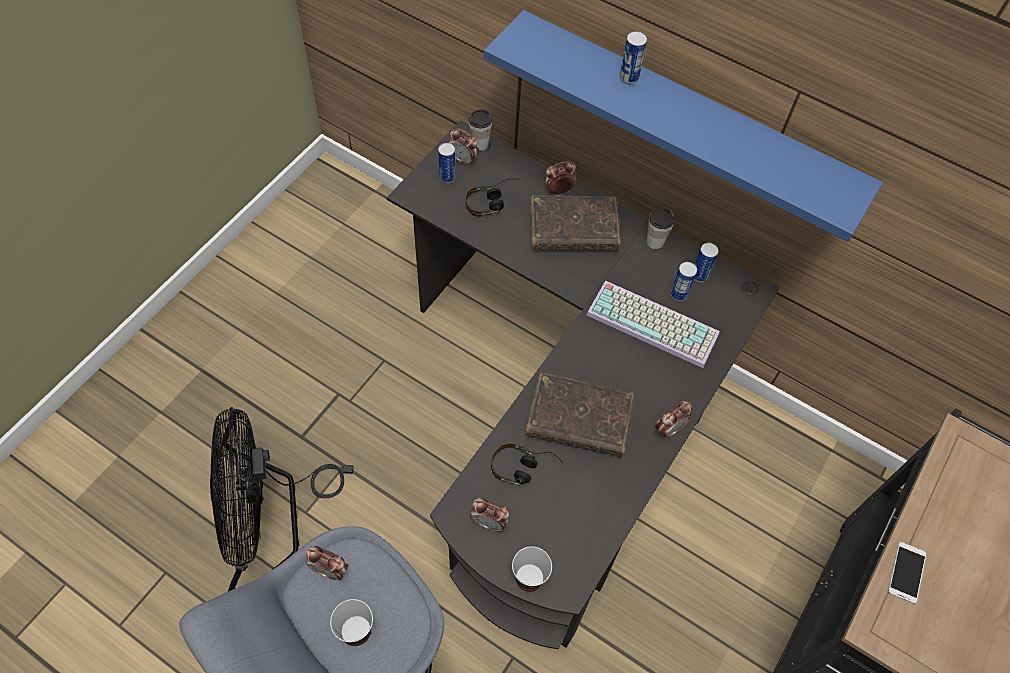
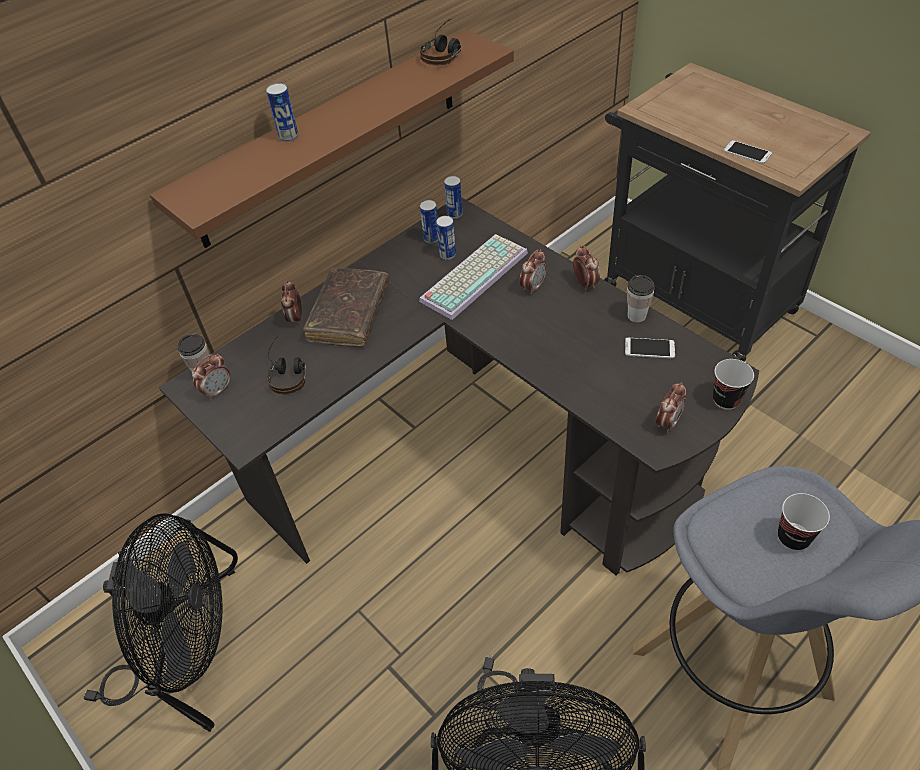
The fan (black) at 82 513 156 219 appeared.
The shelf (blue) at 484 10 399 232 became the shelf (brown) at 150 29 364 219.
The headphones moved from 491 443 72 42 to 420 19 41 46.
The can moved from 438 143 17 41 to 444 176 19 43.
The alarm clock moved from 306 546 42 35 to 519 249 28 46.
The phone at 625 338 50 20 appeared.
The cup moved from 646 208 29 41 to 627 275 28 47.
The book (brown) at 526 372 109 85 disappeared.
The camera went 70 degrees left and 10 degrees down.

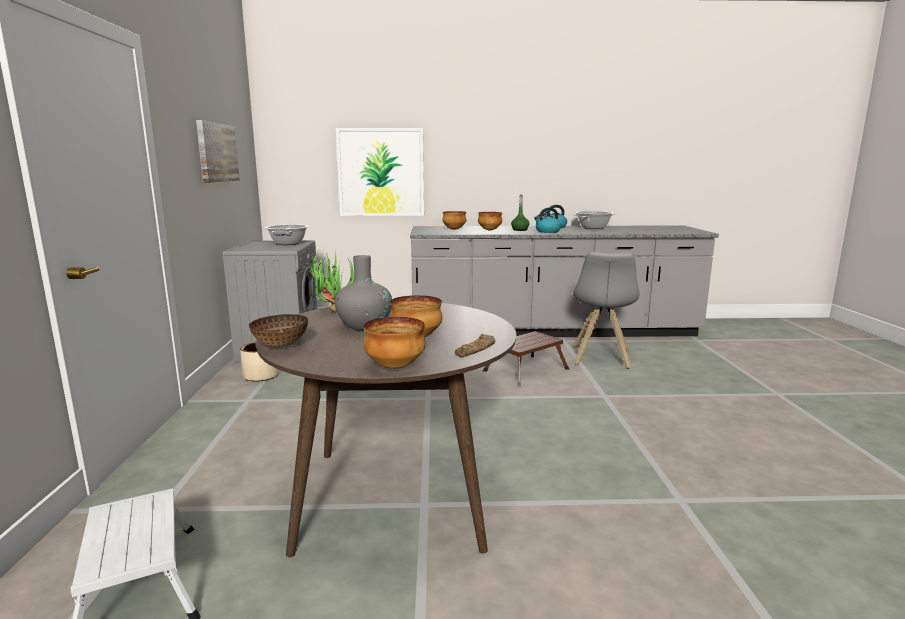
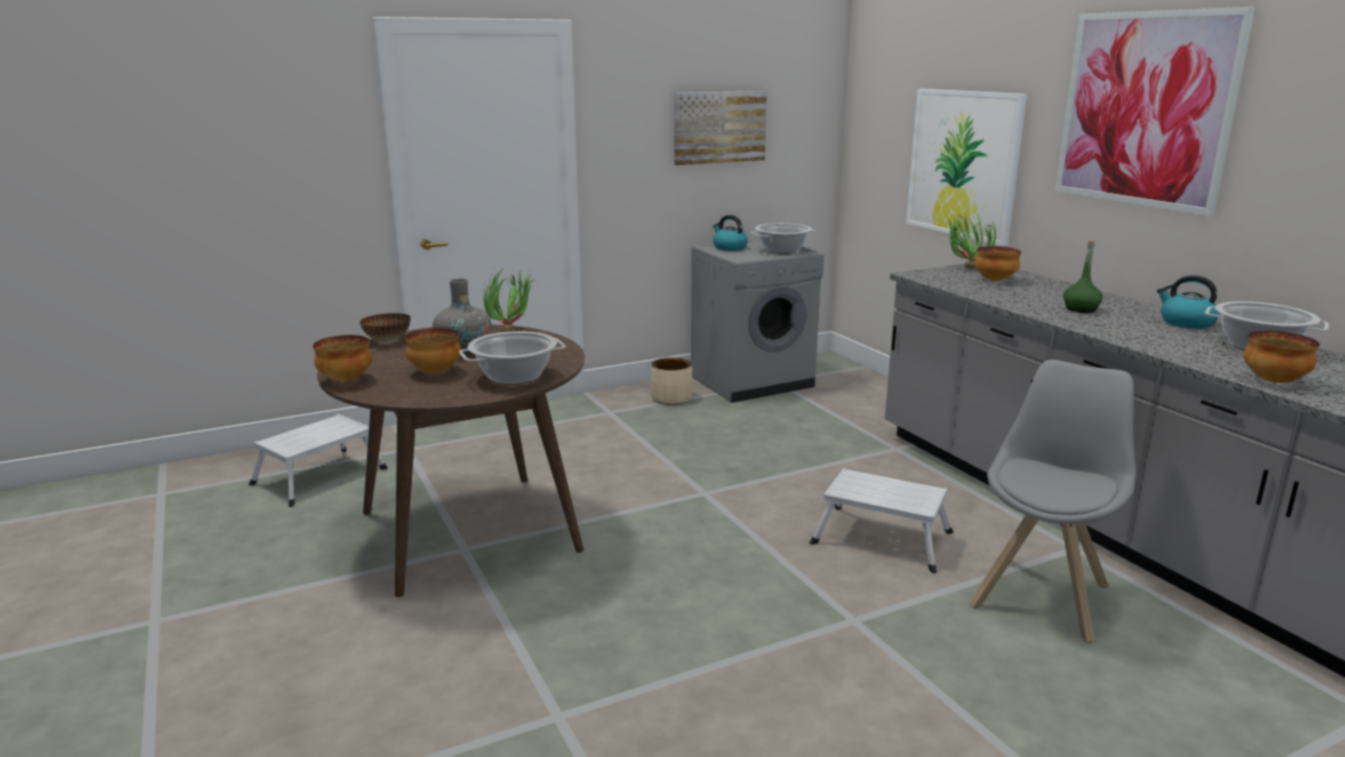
The cooking pot at 459 331 107 54 appeared.
The kettle moved from 534 207 27 26 to 713 215 35 36.
The step ladder (brown) at 483 331 87 56 became the step ladder (white) at 809 468 145 105.
The potted plant at 948 213 48 56 appeared.
The chair (grey) at 573 252 67 116 turned 135 degrees clockwise.
The picture at 1055 7 200 209 appeared.
The bowl moved from 478 212 24 18 to 1243 331 77 52.
The bread at 455 334 40 23 disappeared.
The camera went 65 degrees right and 5 degrees up.

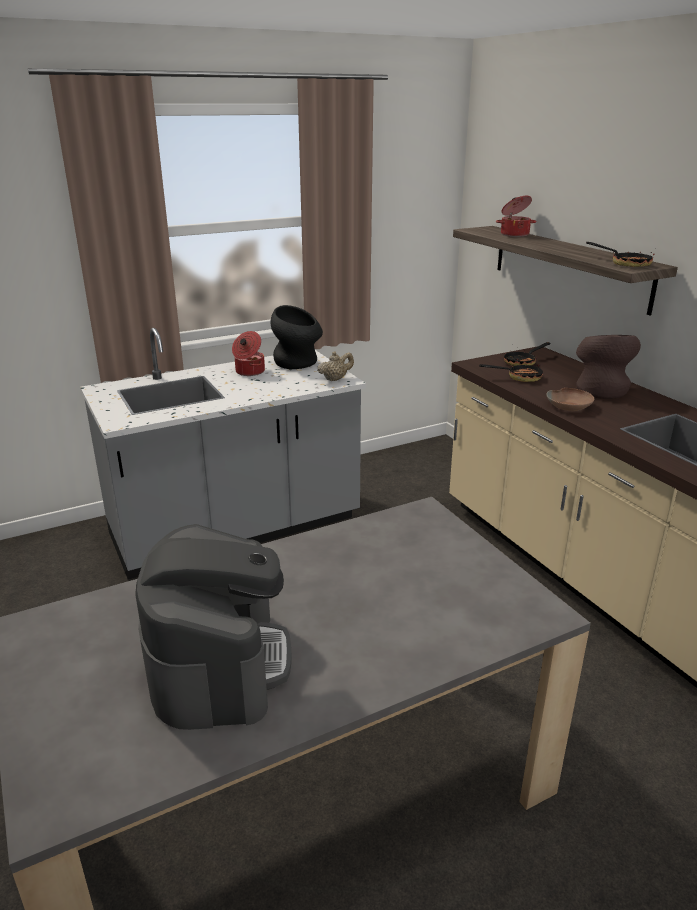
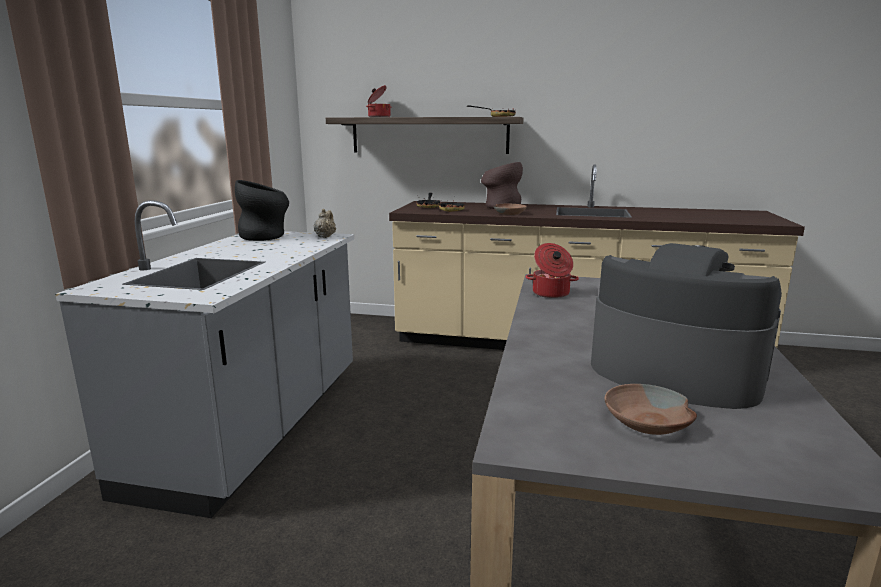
The cooking pot moved from 232 331 33 45 to 525 243 54 55.
The bowl (brown) at 605 384 92 51 appeared.
The camera went 50 degrees left and 10 degrees down.

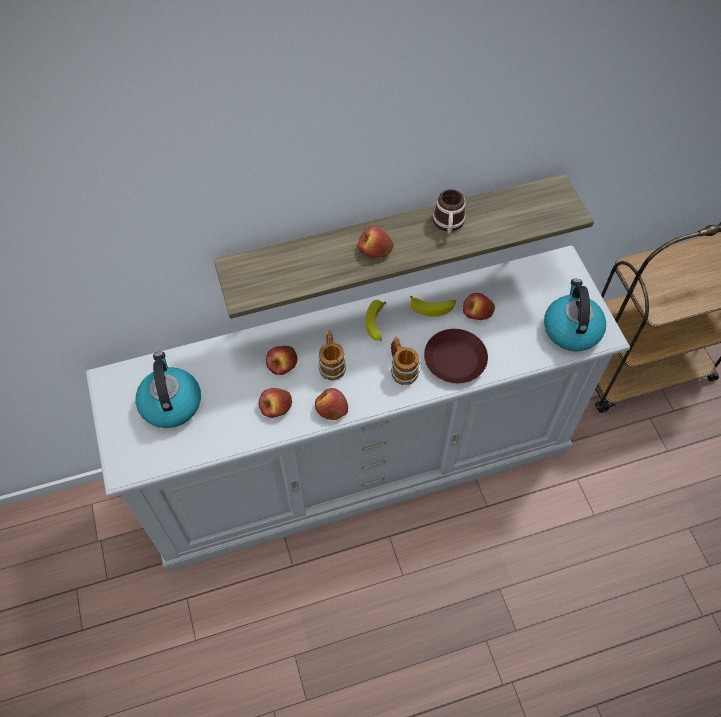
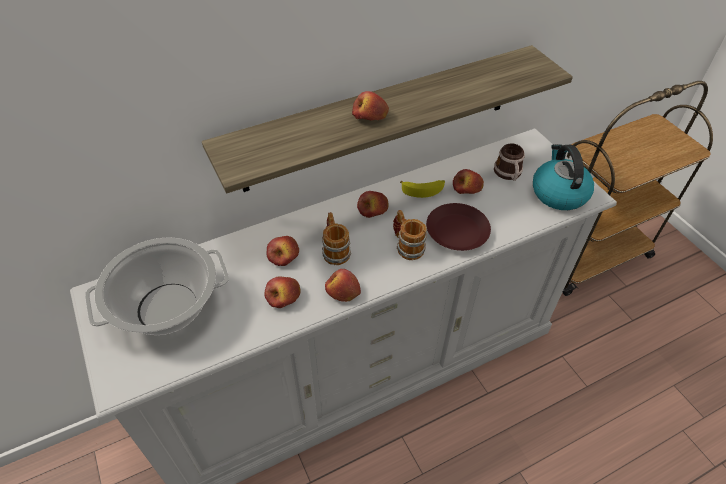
The kettle at 136 352 65 76 was replaced by the cooking pot at 85 237 144 98.
The banana at 366 300 20 41 was replaced by the apple at 357 191 32 27.
The mug moved from 433 189 33 45 to 494 144 31 37.
The camera went 10 degrees left and 10 degrees down.

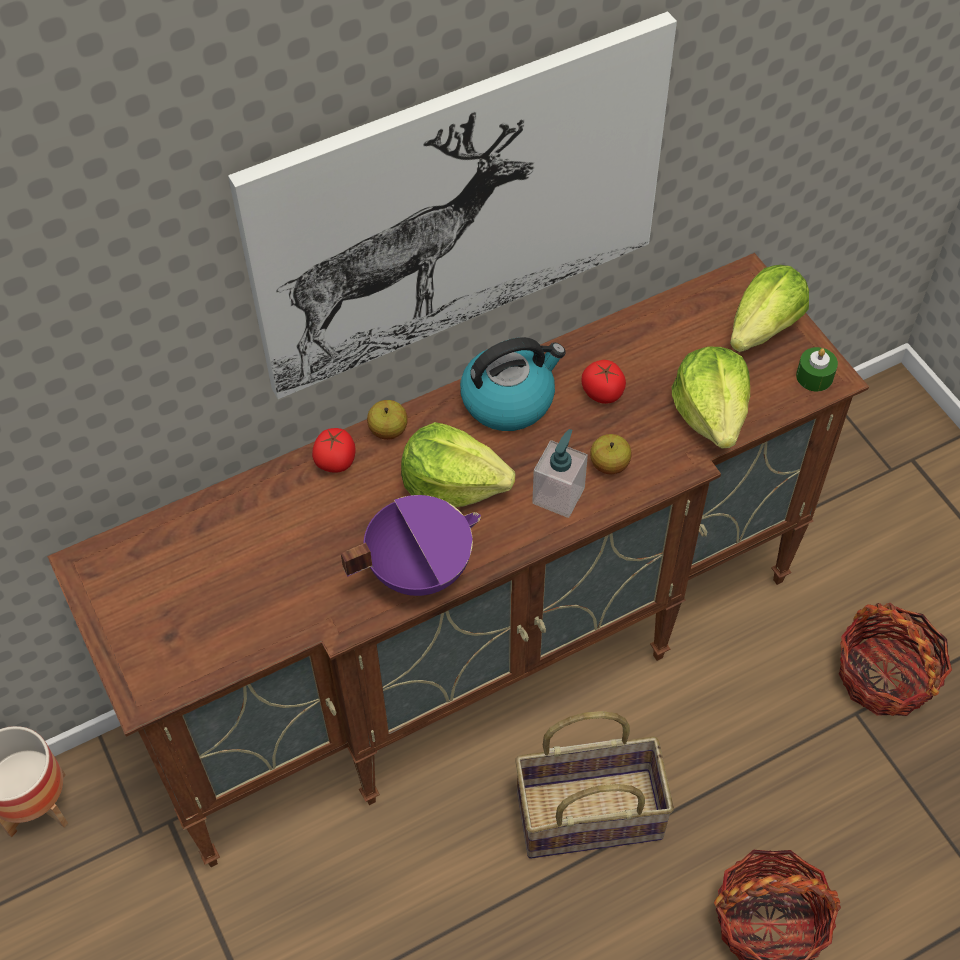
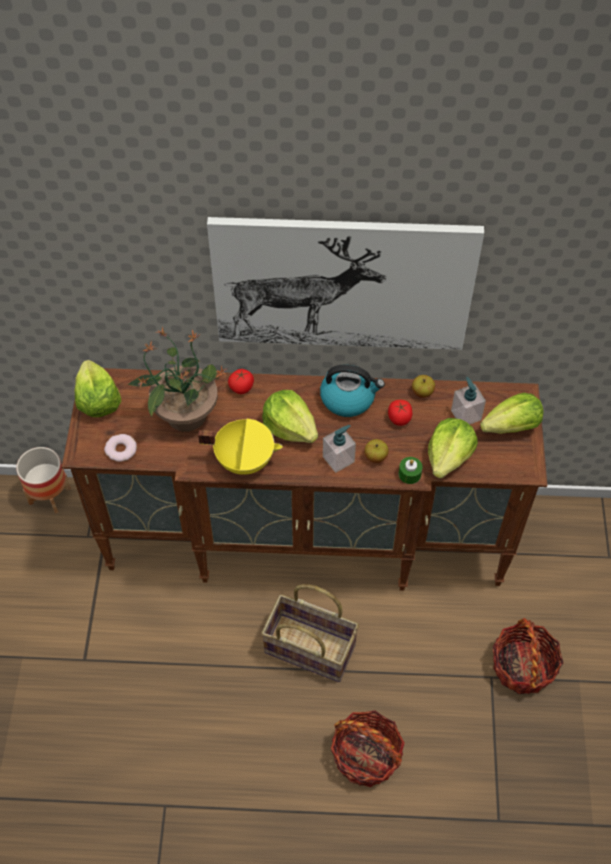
The lettuce at 75 360 46 57 appeared.
The donut at 104 434 33 28 appeared.
The potted plant at 128 327 100 105 appeared.
The cooking pot (purple) at 341 495 140 101 became the cooking pot (yellow) at 198 419 85 56.
The candle (green) moved from 796 347 42 44 to 399 457 24 27.
The apple moved from 367 400 41 40 to 412 375 23 23.
The soap dispenser at 451 377 35 47 appeared.
The camera went 30 degrees right and 0 degrees up.

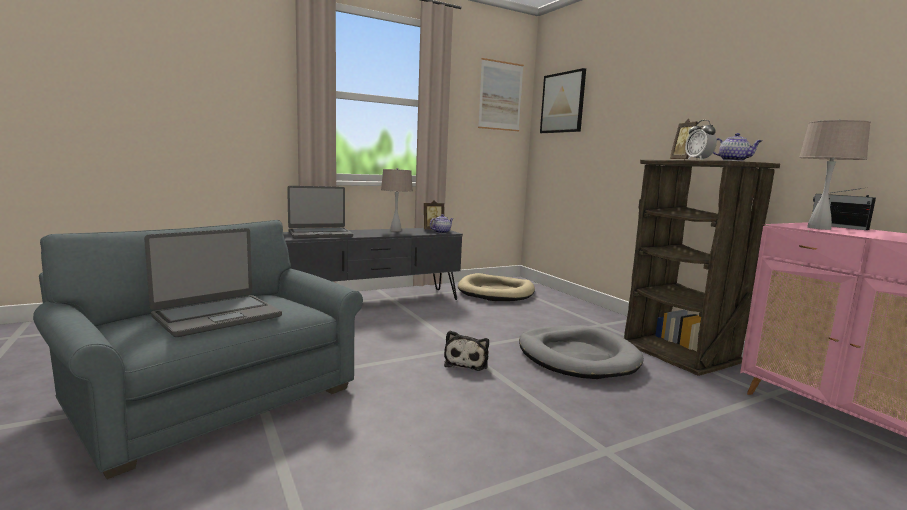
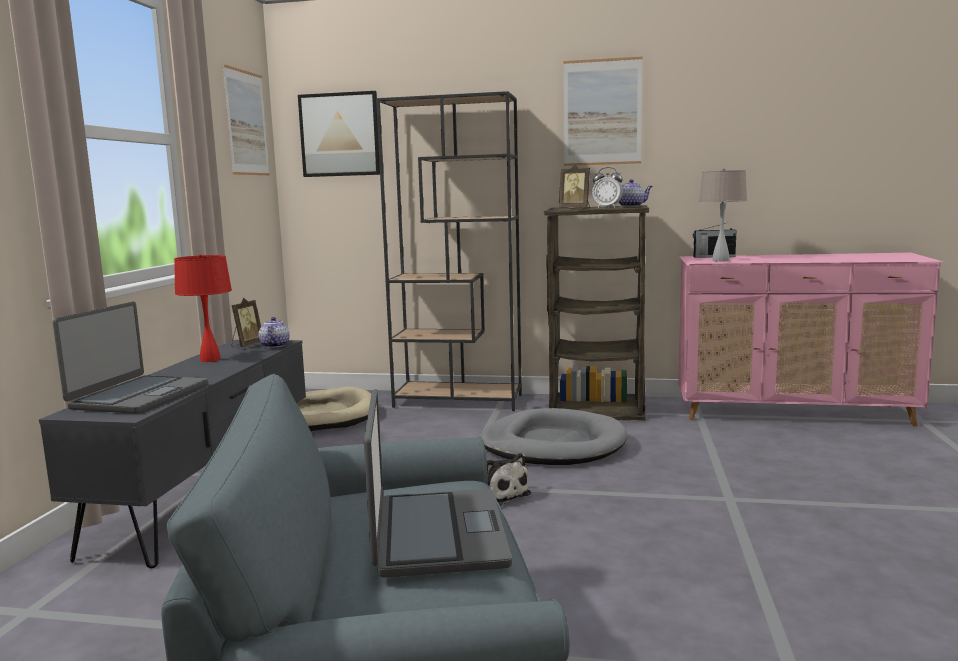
The table lamp (beige) at 381 168 32 64 became the table lamp (red) at 174 254 58 108.
The bookcase at 376 91 146 320 appeared.
The picture at 563 57 80 109 appeared.
The camera went 50 degrees left and 0 degrees up.

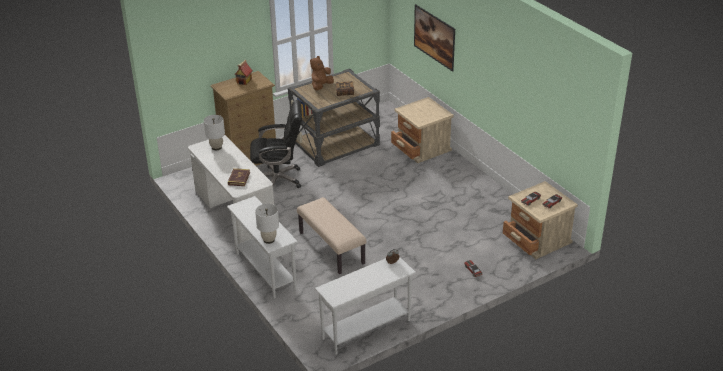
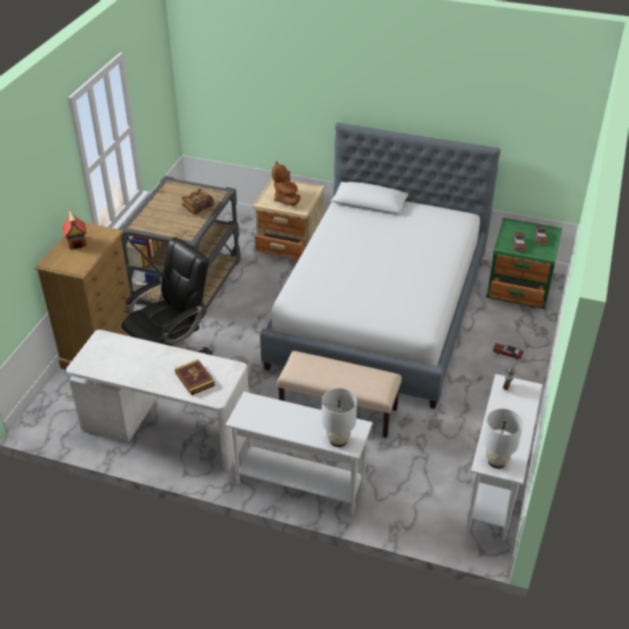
The bed at 260 122 240 287 appeared.
The plush toy (brown) moved from 310 56 24 34 to 272 162 28 44.
The table lamp (white) moved from 204 115 21 35 to 483 409 40 60.
The nightstand (beige) at 503 181 75 78 became the nightstand (green) at 486 218 76 91.
The picture at 414 4 41 68 disappeared.
The camera went 40 degrees left and 5 degrees up.

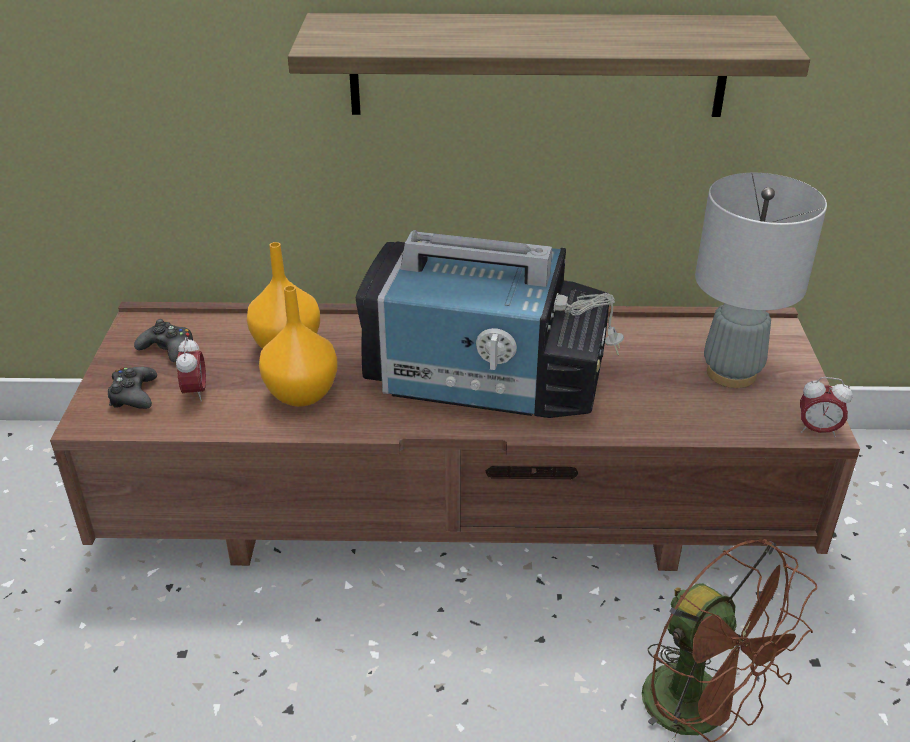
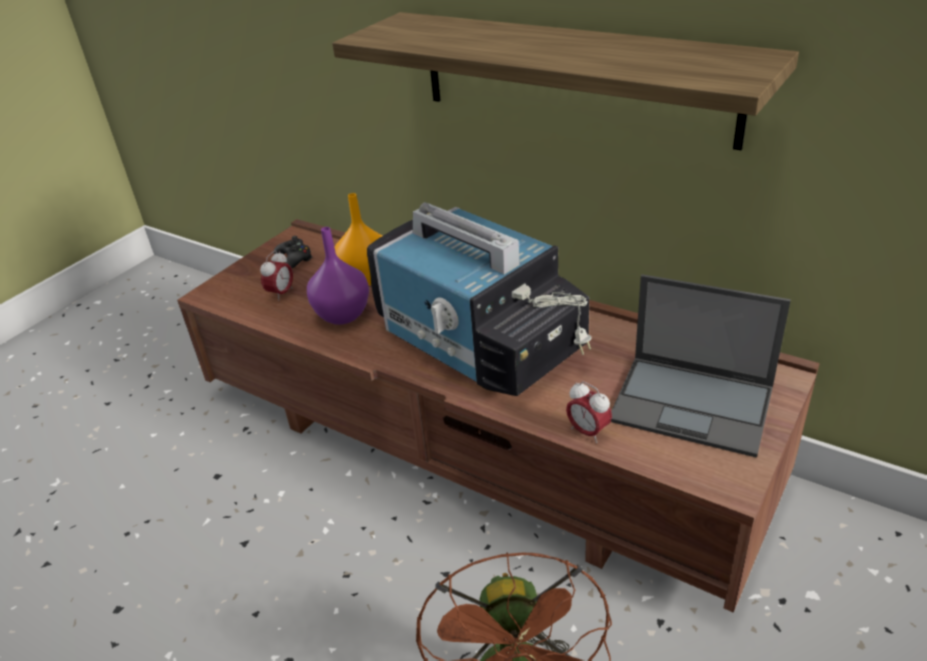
The vase (orange) at 259 285 79 122 became the vase (purple) at 307 227 62 98.
The alarm clock moved from 800 377 53 61 to 566 381 46 62.
The table lamp (grey) at 695 173 132 215 was replaced by the laptop at 611 274 180 184.
The game controller (black) at 108 367 49 42 disappeared.
The camera went 35 degrees right and 0 degrees up.

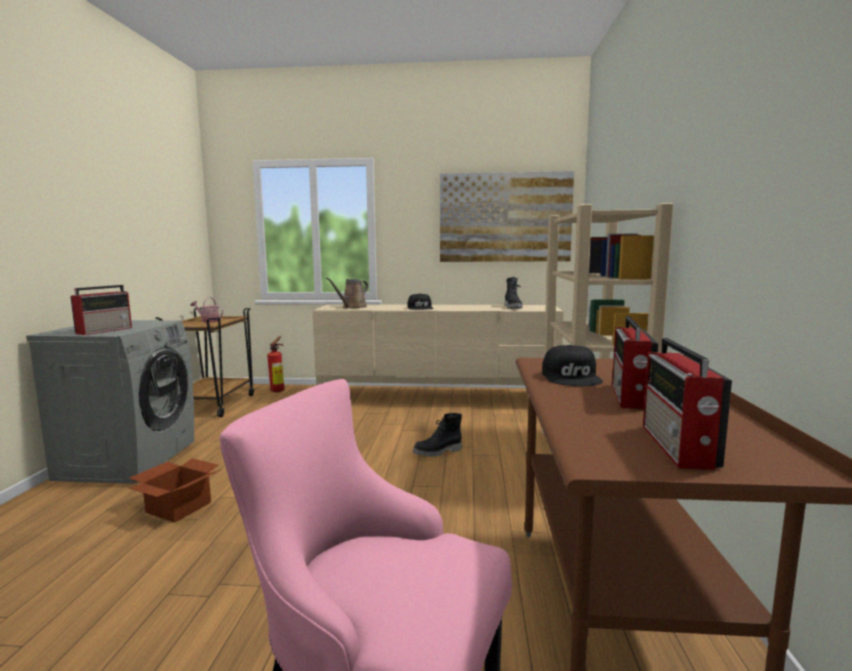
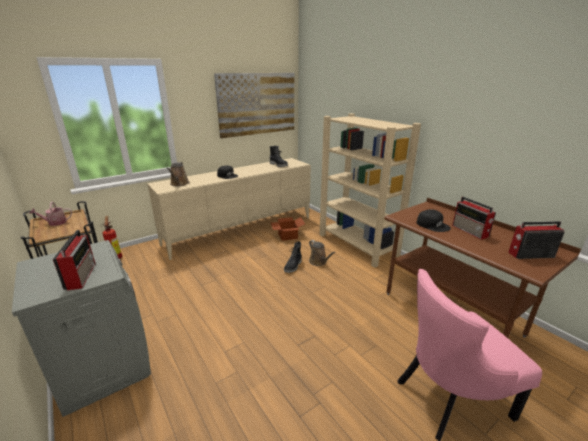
The cardboard box moved from 129 458 91 65 to 271 217 34 24.
The watering can (brown) at 309 240 27 26 appeared.
The radio at 643 338 89 132 turned 120 degrees clockwise.
The camera went 40 degrees left and 15 degrees up.

